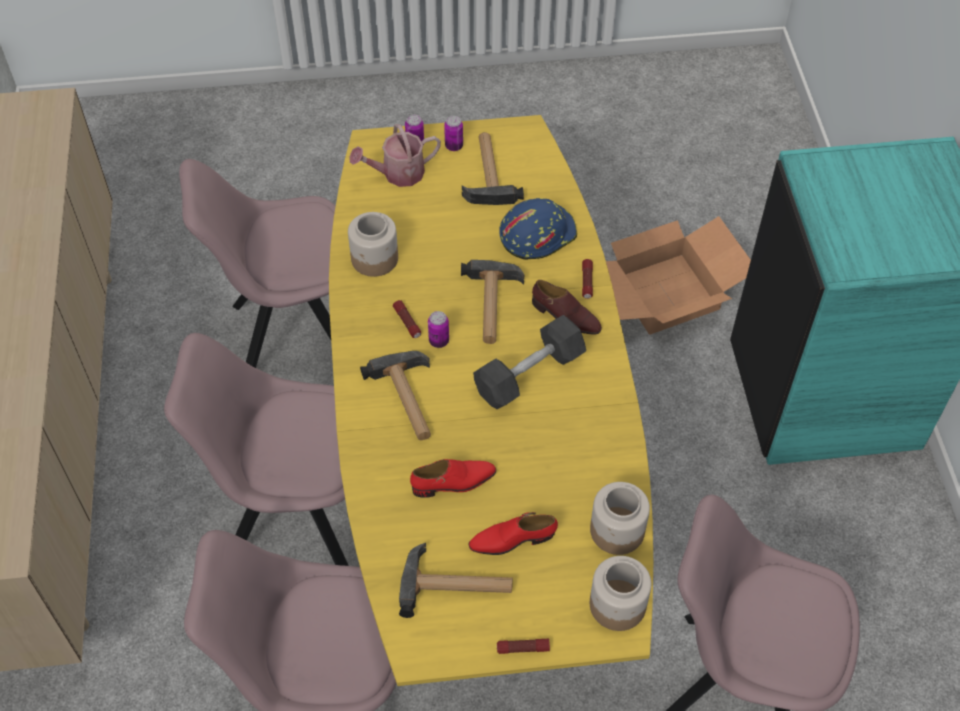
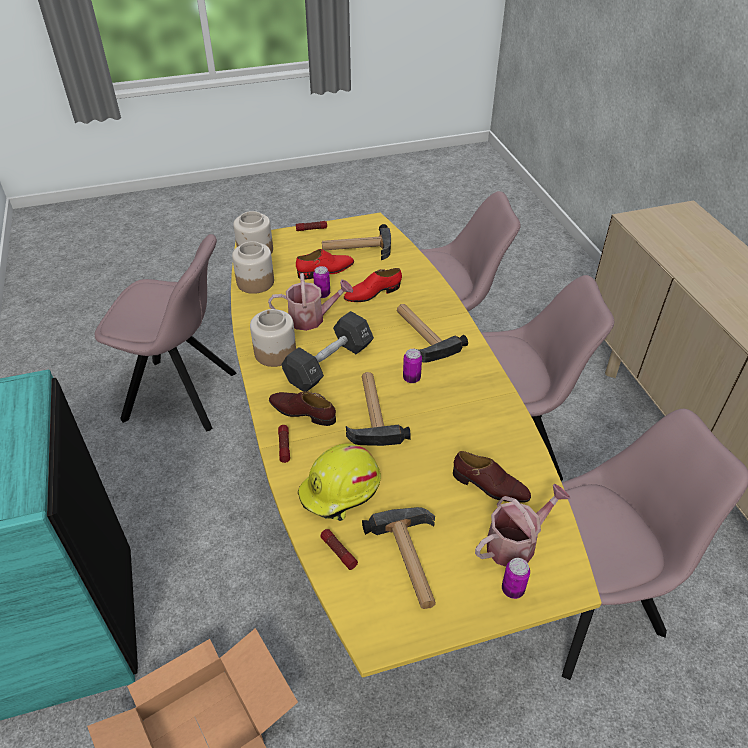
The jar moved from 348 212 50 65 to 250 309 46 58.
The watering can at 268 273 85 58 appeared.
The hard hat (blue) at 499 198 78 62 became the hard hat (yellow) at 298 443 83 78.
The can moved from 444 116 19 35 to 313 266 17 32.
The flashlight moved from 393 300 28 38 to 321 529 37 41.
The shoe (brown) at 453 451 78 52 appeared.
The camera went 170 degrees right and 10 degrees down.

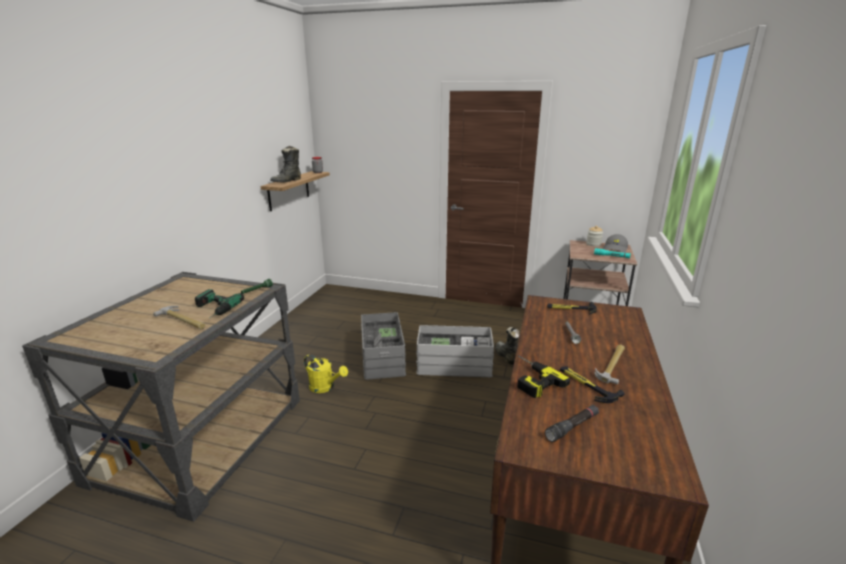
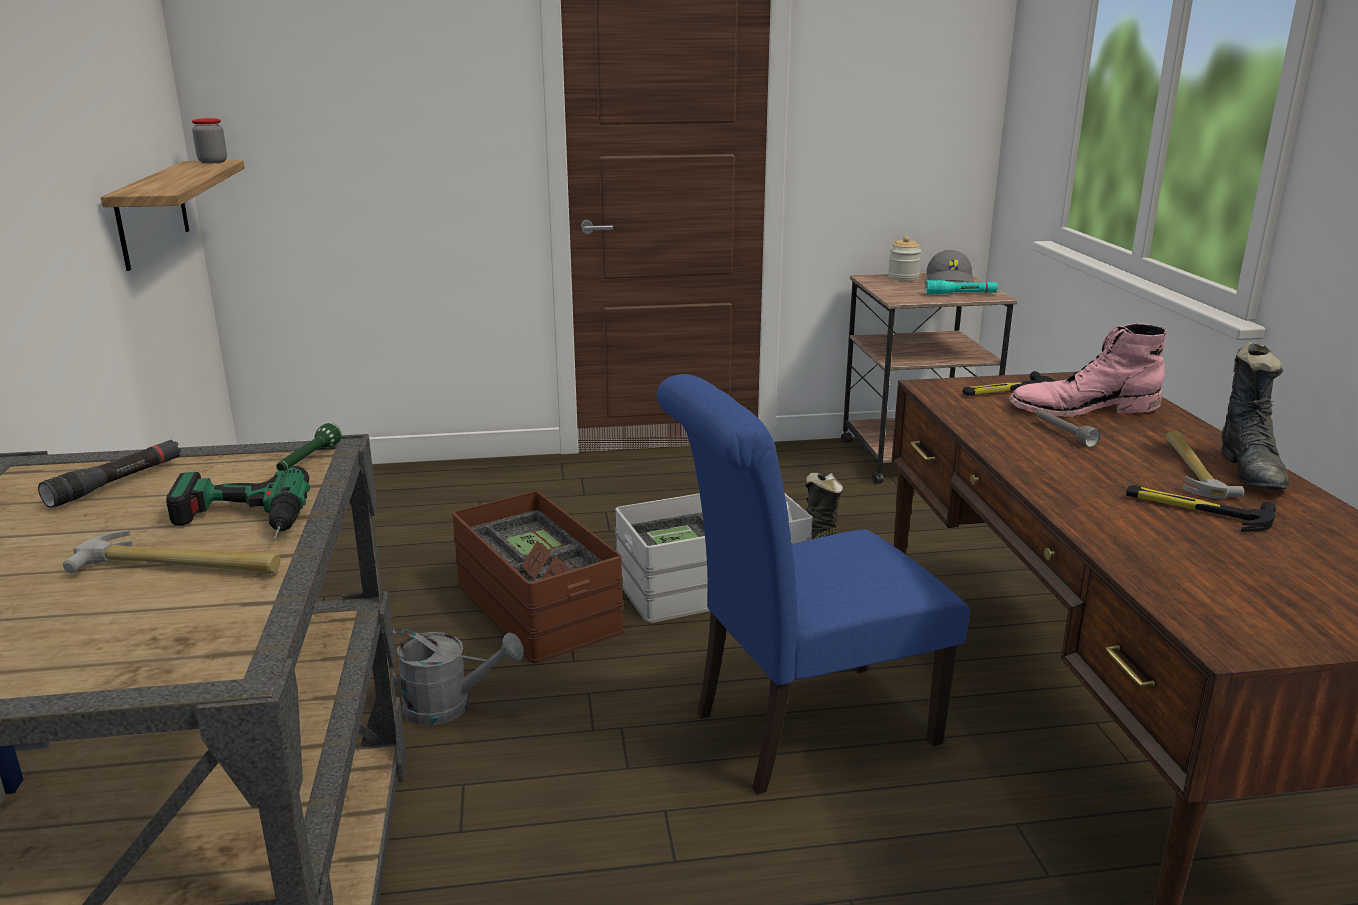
The flashlight (black) moved from 545 405 54 37 to 38 440 143 68.
The watering can (yellow) at 304 354 44 39 became the watering can (grey) at 393 628 130 98.
The storage box (grey) at 361 312 45 68 became the storage box (brown) at 452 491 173 172.
The chair (blue) at 657 374 313 421 appeared.
The boot (pink) at 1009 323 158 94 appeared.
The boot (black) moved from 270 146 31 37 to 1221 341 69 149.
The power drill at 517 355 53 43 disappeared.
The camera went 25 degrees left and 0 degrees up.

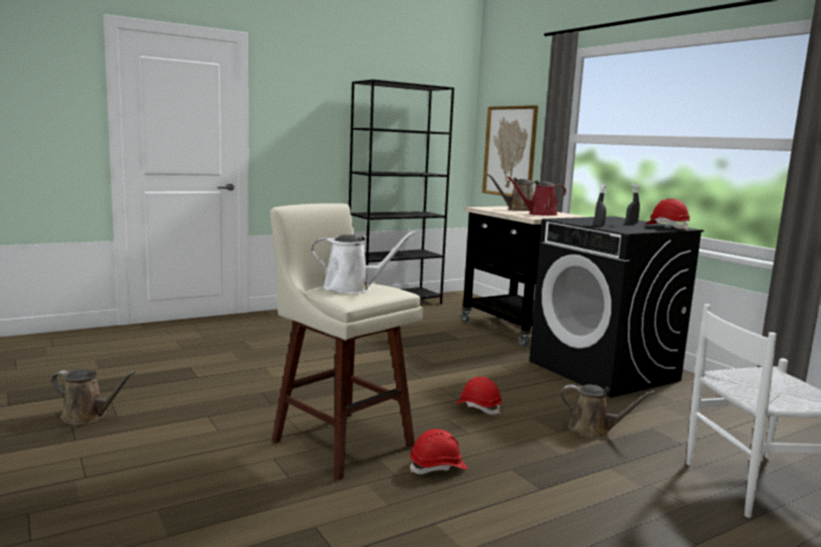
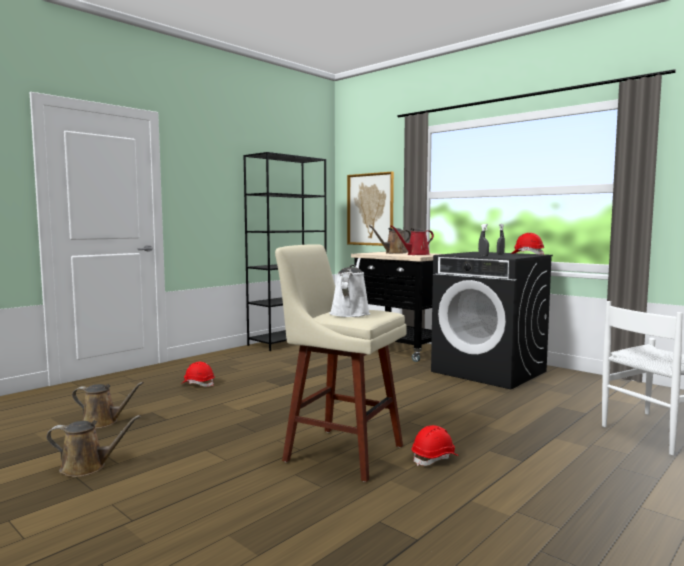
The watering can (brown) moved from 560 384 96 54 to 72 382 72 47.
The hard hat (red) moved from 455 377 47 38 to 181 362 34 25.
The watering can (white) at 312 231 104 63 turned 60 degrees counterclockwise.
The camera went 15 degrees left and 5 degrees down.

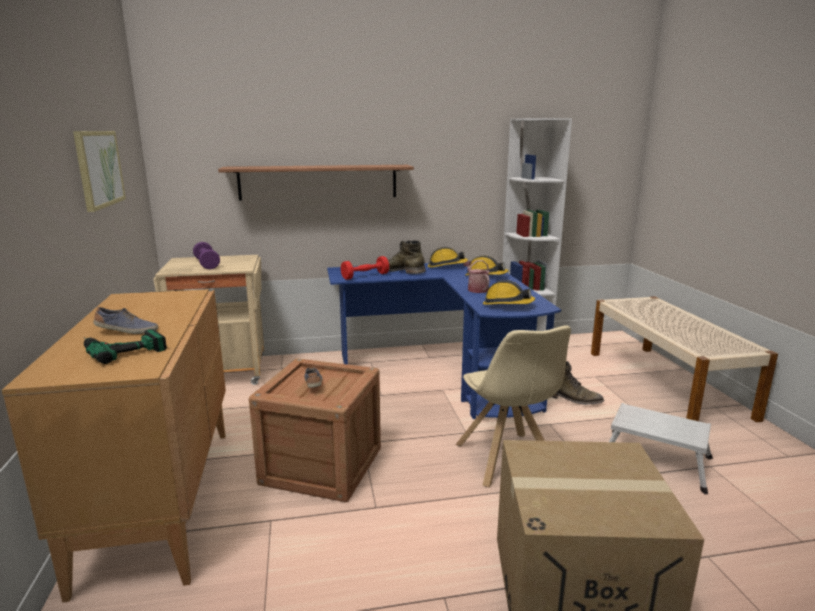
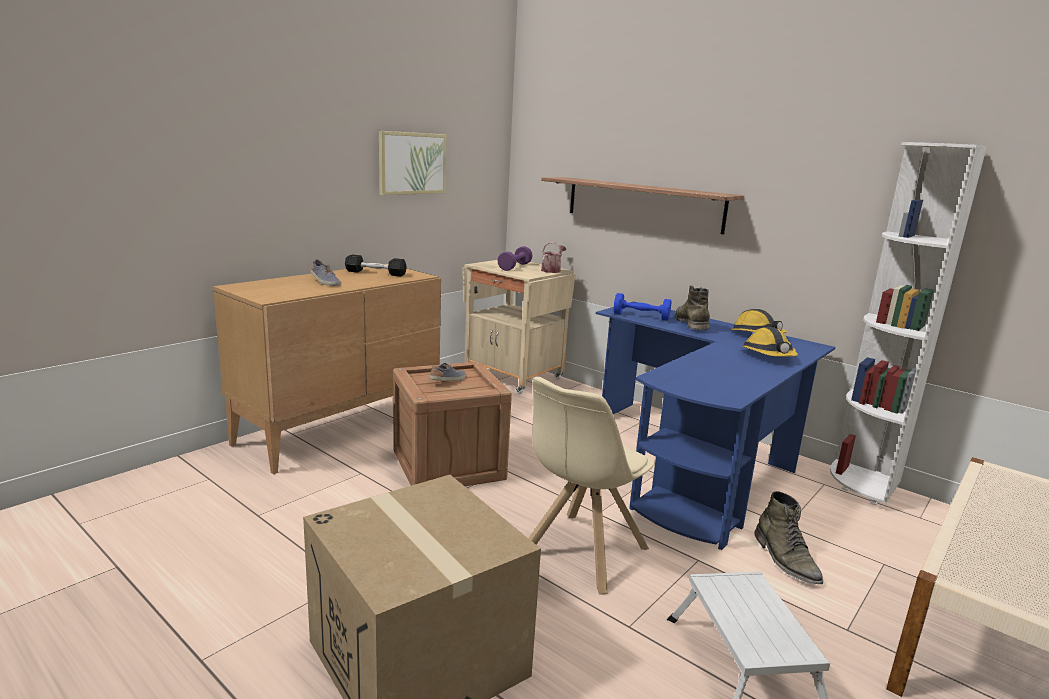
The dumbbell (black) at 345 255 62 21 appeared.
The watering can moved from 463 260 27 33 to 541 242 25 31.
The dumbbell (red) at 341 256 48 24 became the dumbbell (blue) at 614 293 57 28.
The power drill at 84 329 83 35 disappeared.
The hard hat at 483 280 52 25 disappeared.
The camera went 50 degrees right and 0 degrees up.

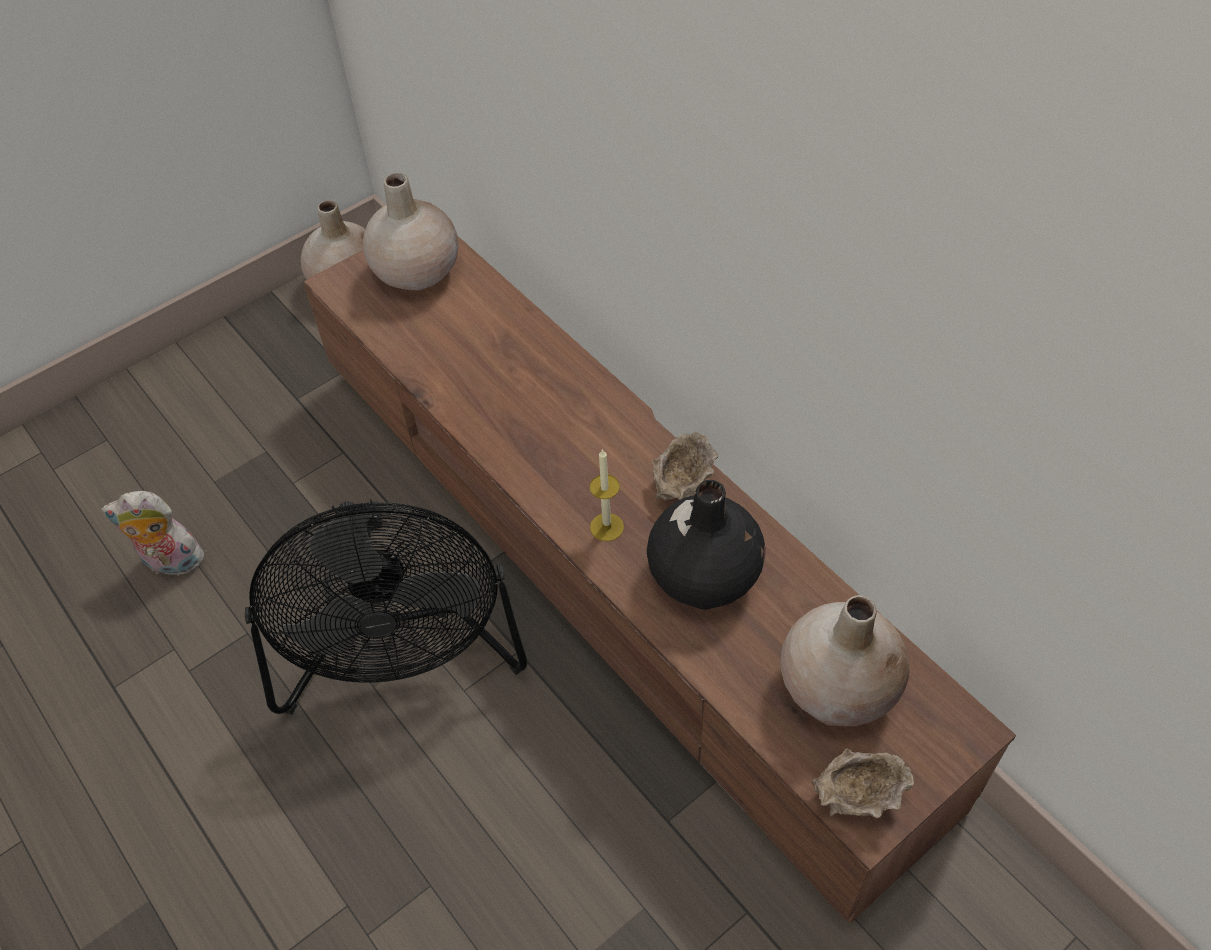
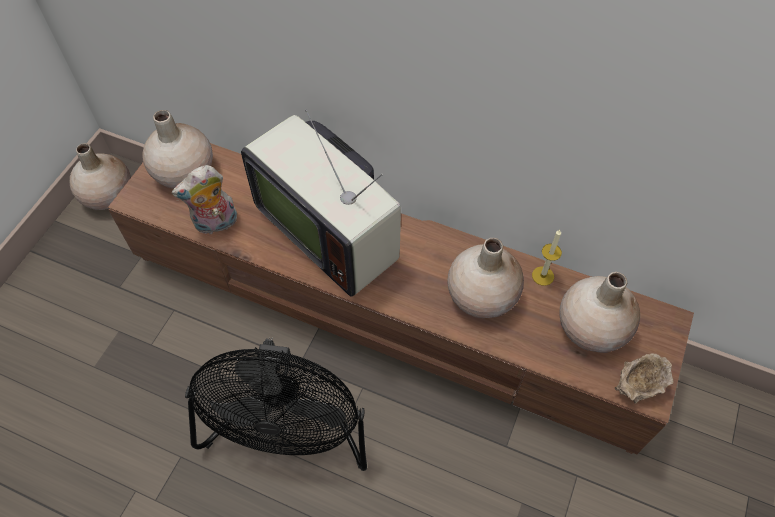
The plush toy moved from 101 491 103 85 to 172 165 65 69.
The fan (black) at 245 499 282 216 turned 45 degrees clockwise.
The television at 241 109 160 188 appeared.
The vase (black) at 647 480 119 130 became the vase (beige) at 447 238 77 80.
The candle moved from 589 449 35 93 to 532 230 30 56.
The bowl (beige) at 651 432 67 69 disappeared.
The camera went 30 degrees left and 5 degrees up.

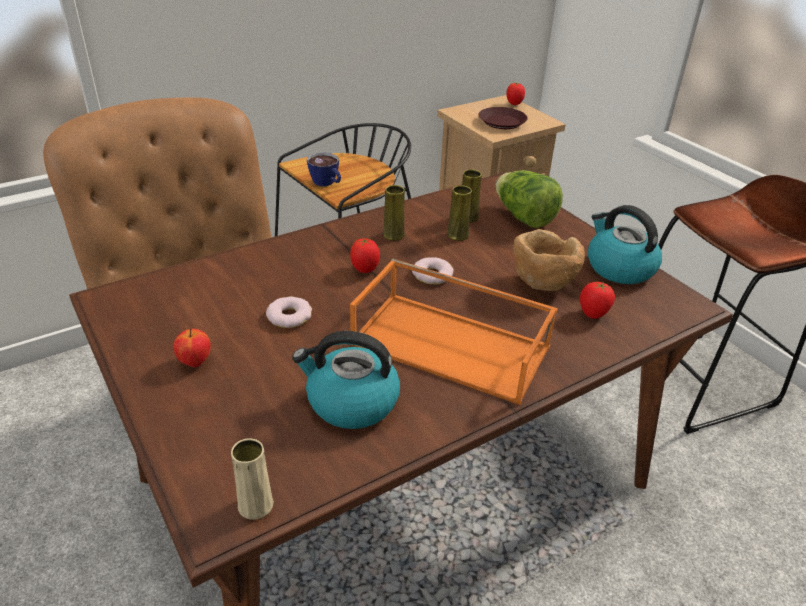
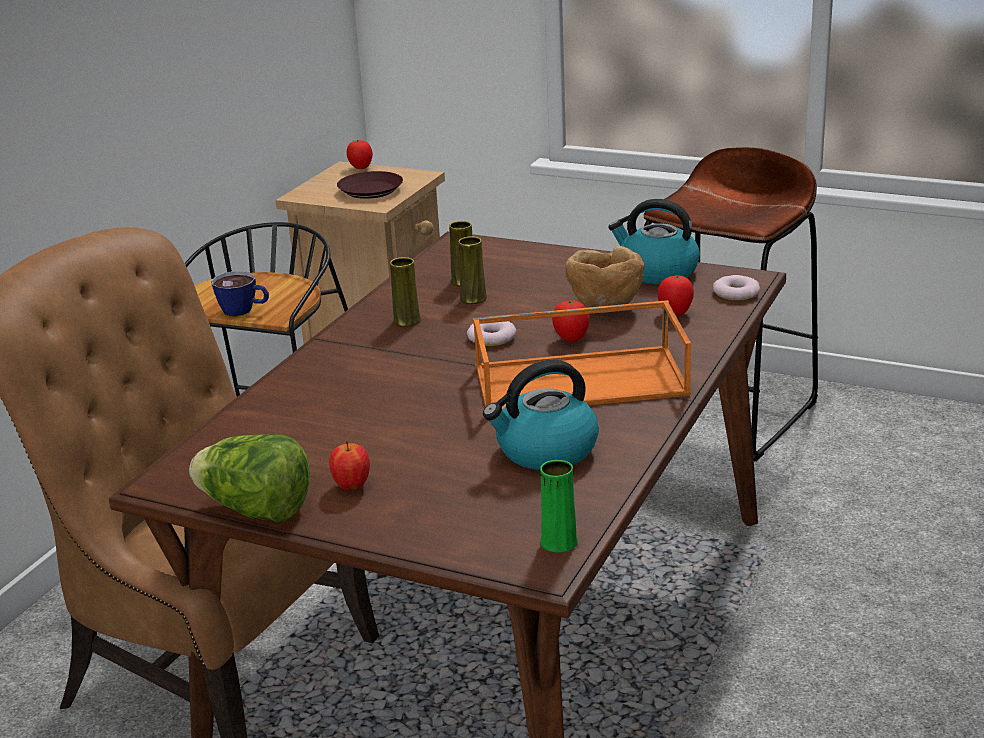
The lettuce moved from 496 170 67 58 to 189 434 121 88.
The vase (beige) at 231 438 43 82 became the vase (green) at 540 460 38 93.
The tomato moved from 350 237 30 36 to 552 299 38 43.
The donut moved from 266 296 46 32 to 713 275 47 26.
The camera went 30 degrees left and 10 degrees down.

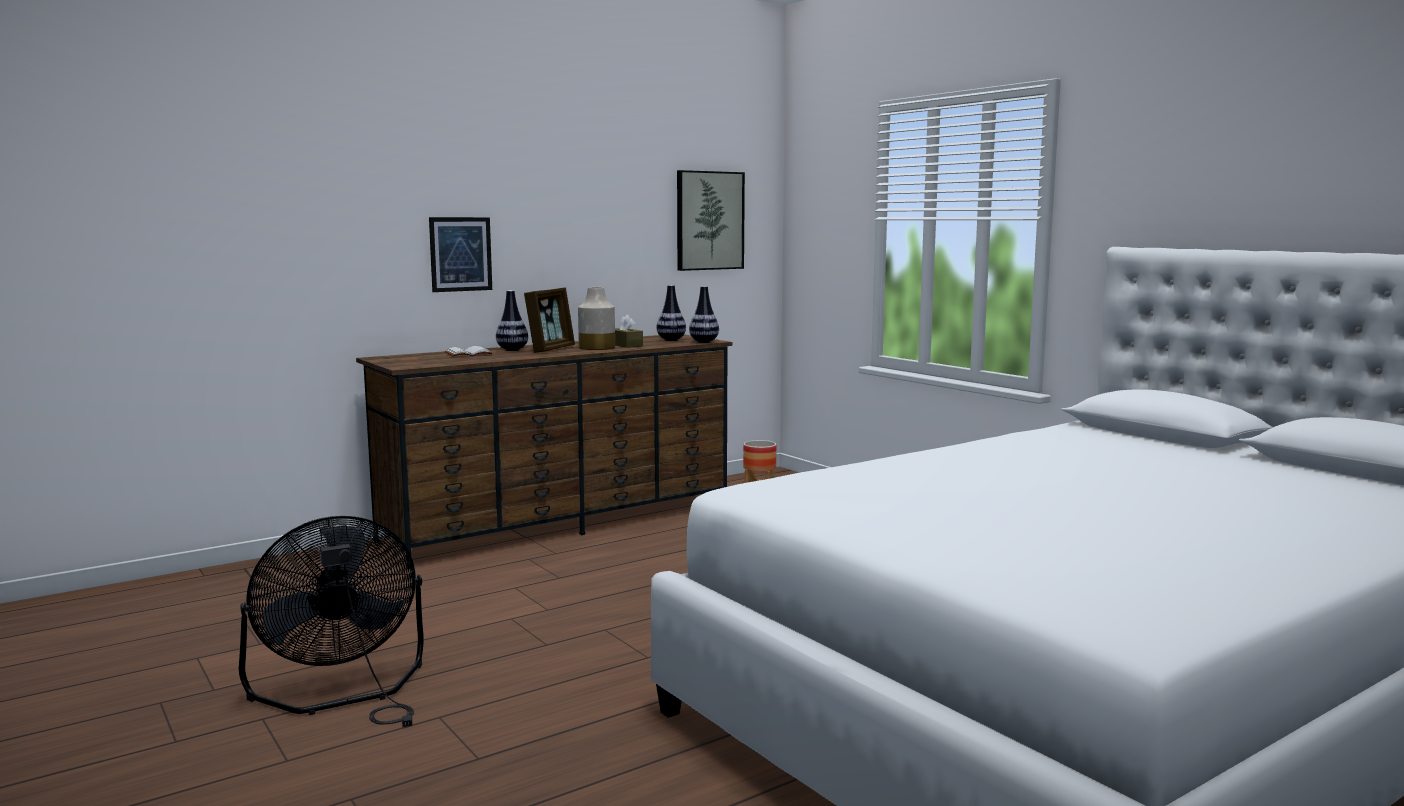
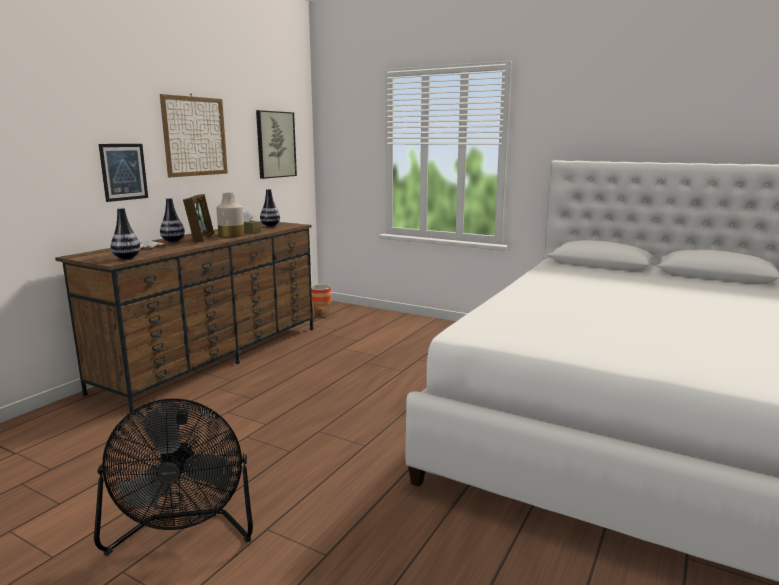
The fan (black) at 239 516 185 211 turned 135 degrees counterclockwise.
The vase moved from 689 286 30 57 to 111 208 29 51.
The picture at 160 94 68 83 appeared.
The camera went 25 degrees left and 5 degrees up.

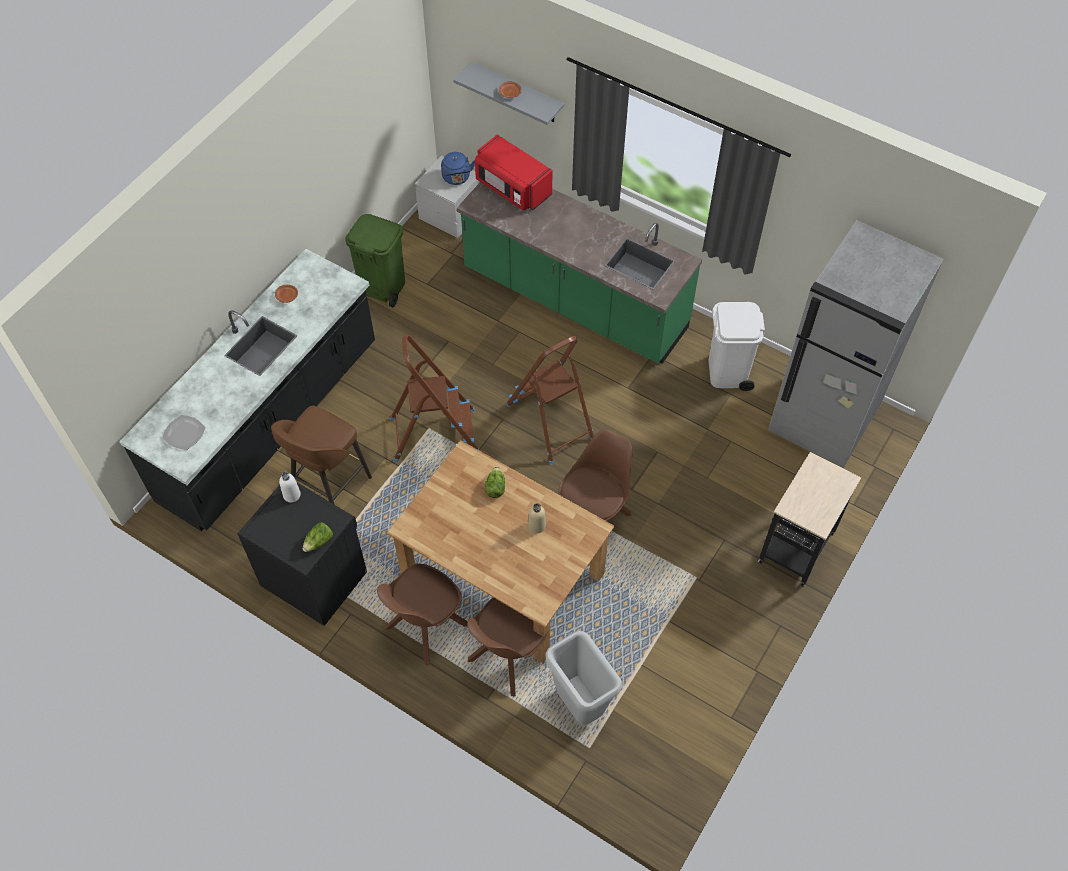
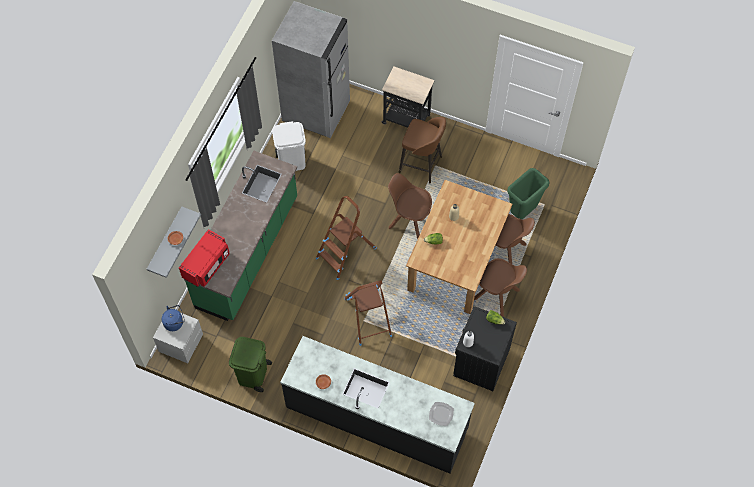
The stool (brown) moved from 271 406 101 99 to 399 117 47 66.
The trash can (grey) at 546 631 76 94 became the trash can (green) at 507 168 43 51.
The camera went 100 degrees left and 5 degrees up.

